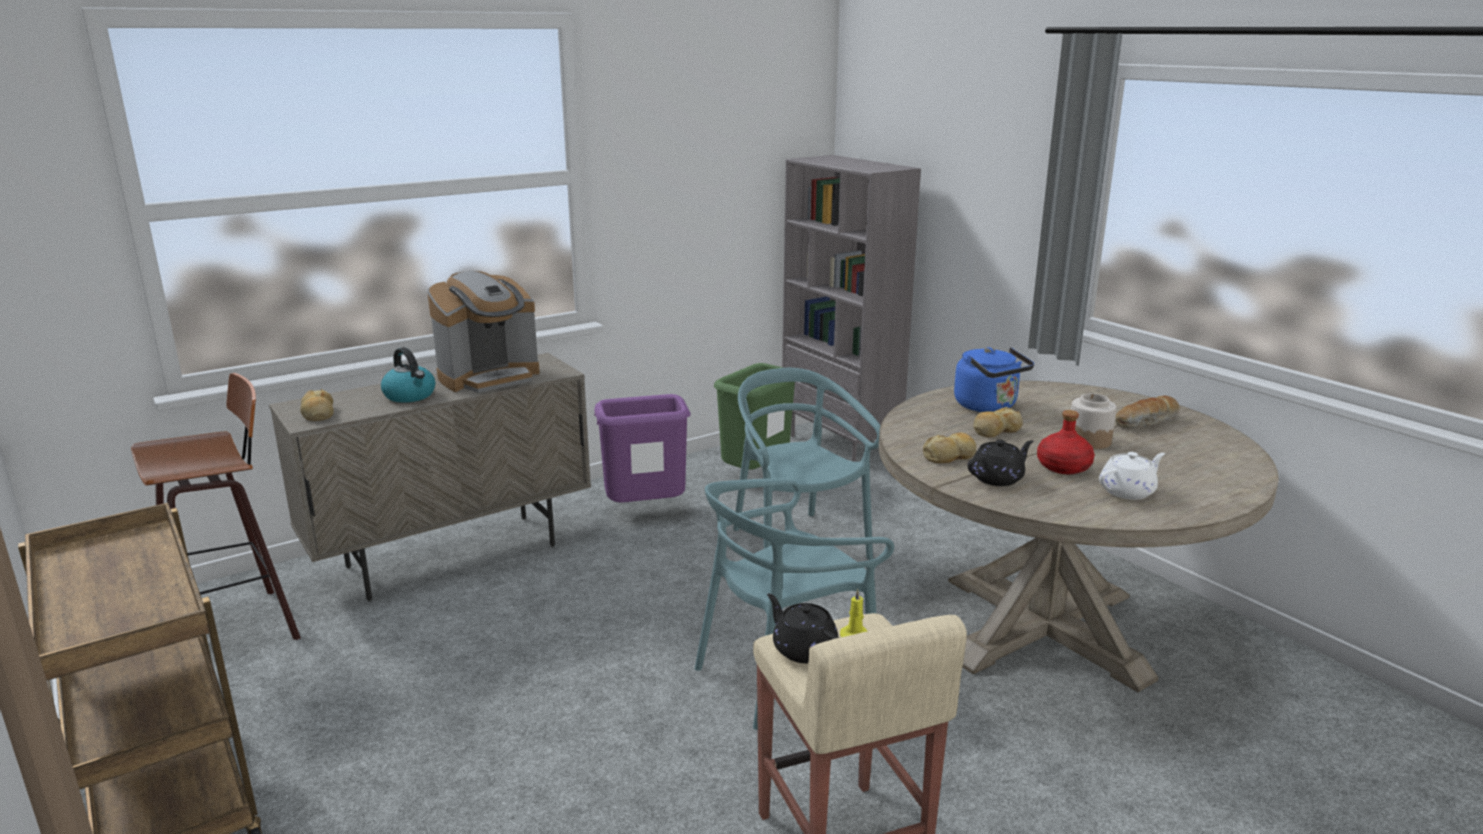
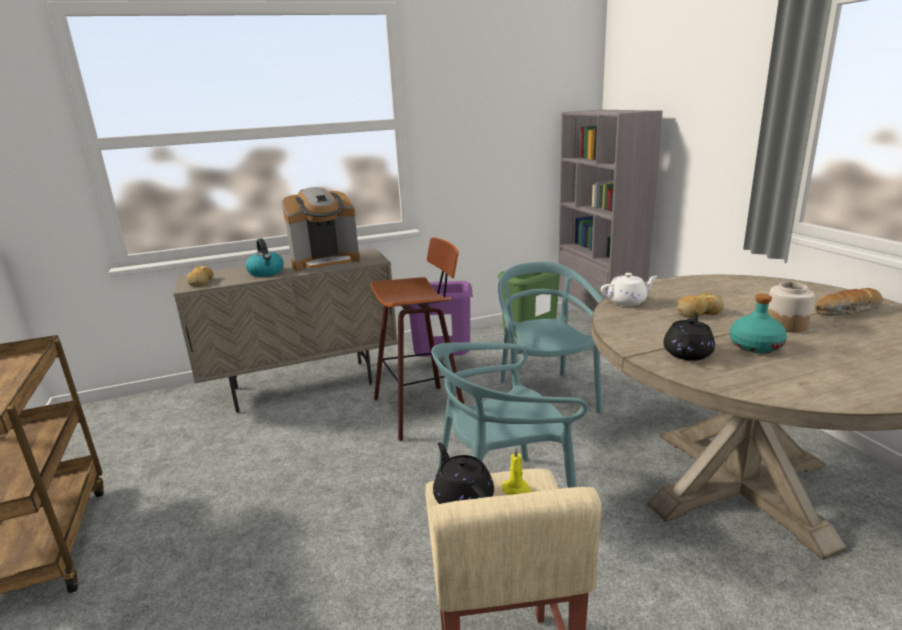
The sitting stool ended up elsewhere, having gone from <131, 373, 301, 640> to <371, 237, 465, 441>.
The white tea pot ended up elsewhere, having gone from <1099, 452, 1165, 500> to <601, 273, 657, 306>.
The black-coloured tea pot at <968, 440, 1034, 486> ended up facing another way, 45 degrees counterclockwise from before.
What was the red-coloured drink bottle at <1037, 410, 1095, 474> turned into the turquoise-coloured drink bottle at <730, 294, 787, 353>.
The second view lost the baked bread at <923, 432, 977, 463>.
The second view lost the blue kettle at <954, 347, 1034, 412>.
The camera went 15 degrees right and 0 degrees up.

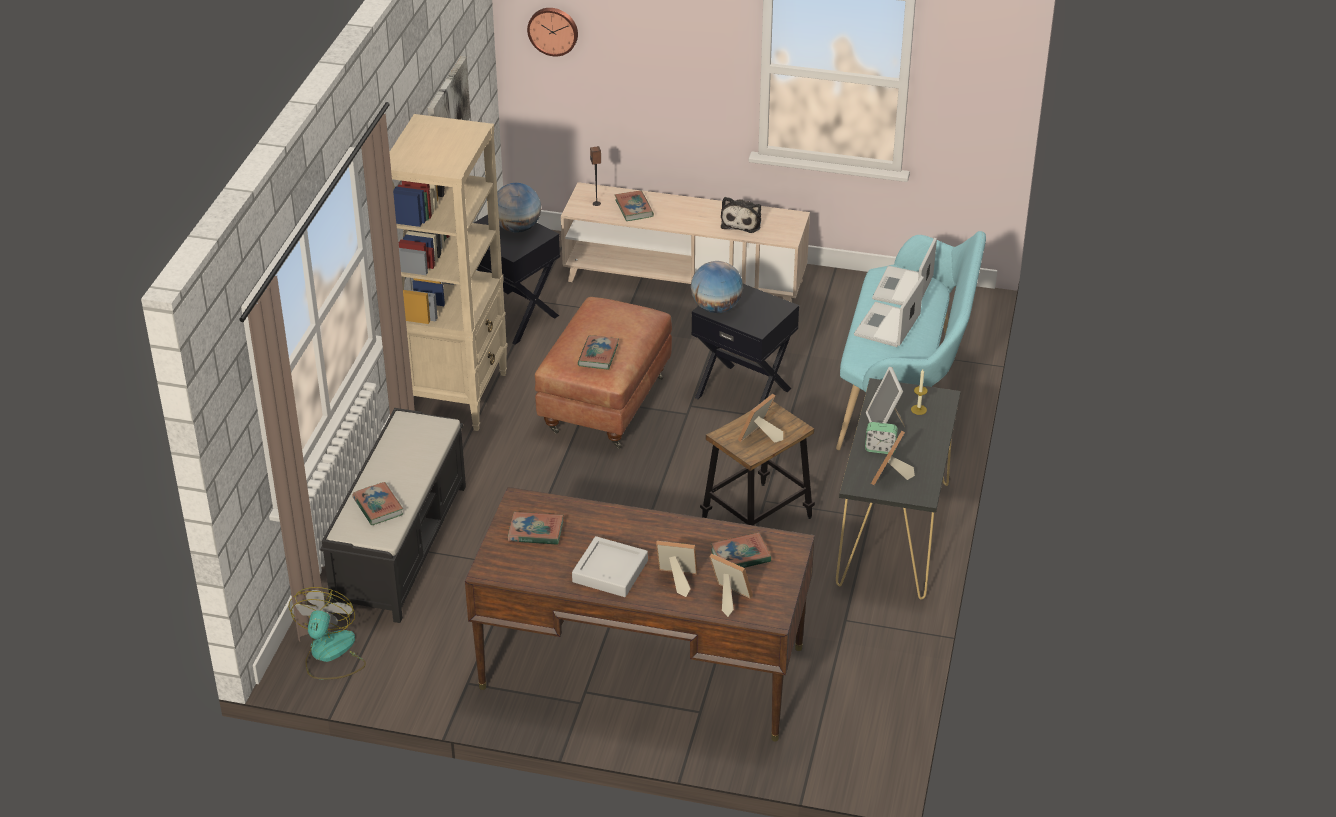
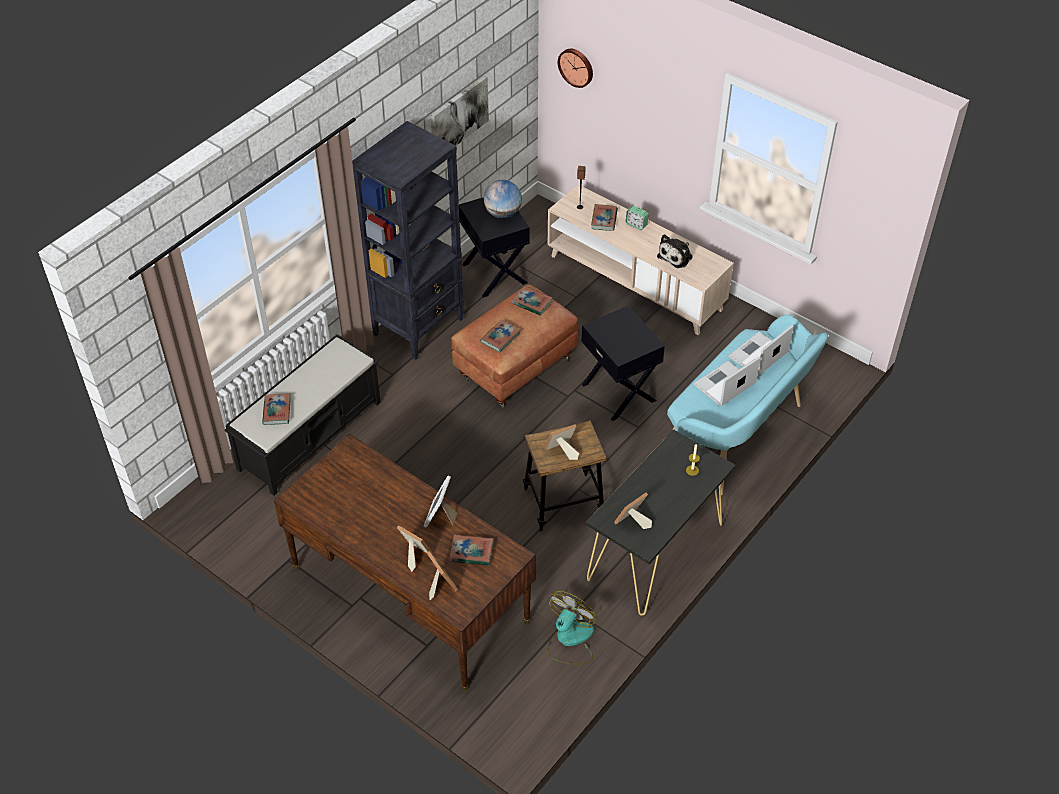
What was the beige-coloured shelving unit at <389, 114, 508, 431> turned into the black-coloured shelving unit at <352, 121, 464, 360>.
The standing frame ended up elsewhere, having gone from <866, 367, 905, 427> to <424, 476, 457, 527>.
The bound book ended up elsewhere, having gone from <508, 512, 563, 545> to <512, 286, 553, 316>.
The electric fan ended up elsewhere, having gone from <288, 587, 366, 679> to <548, 591, 596, 665>.
The bedside clock ended up elsewhere, having gone from <865, 422, 898, 454> to <626, 206, 648, 230>.
The second view lost the greyish tray at <572, 536, 648, 597>.
The second view lost the desk globe at <691, 261, 743, 313>.
The camera went 25 degrees right and 10 degrees up.

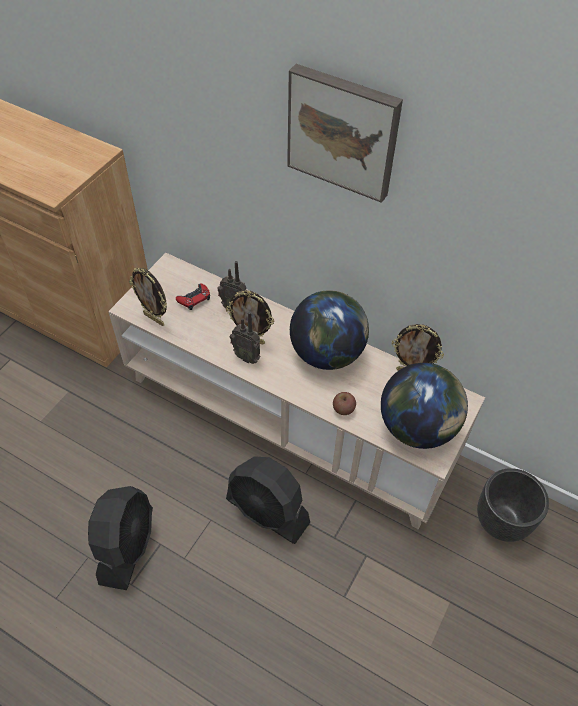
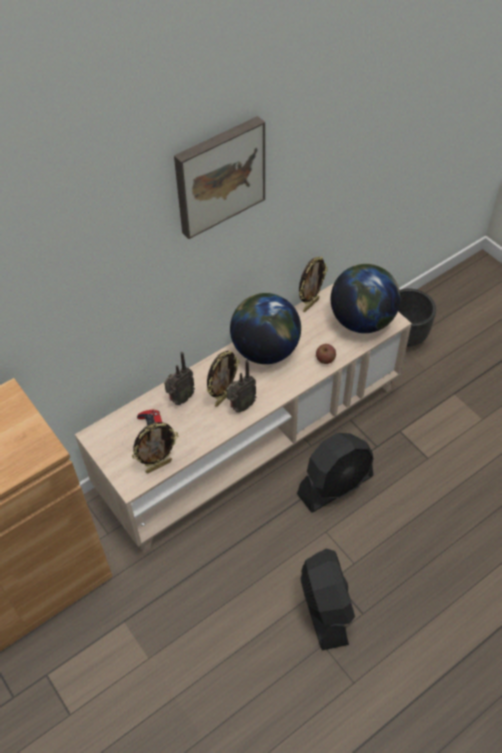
The black-coloured electric fan at <88, 486, 153, 590> ended up facing another way, 45 degrees clockwise from before.
The camera went 65 degrees left and 0 degrees up.

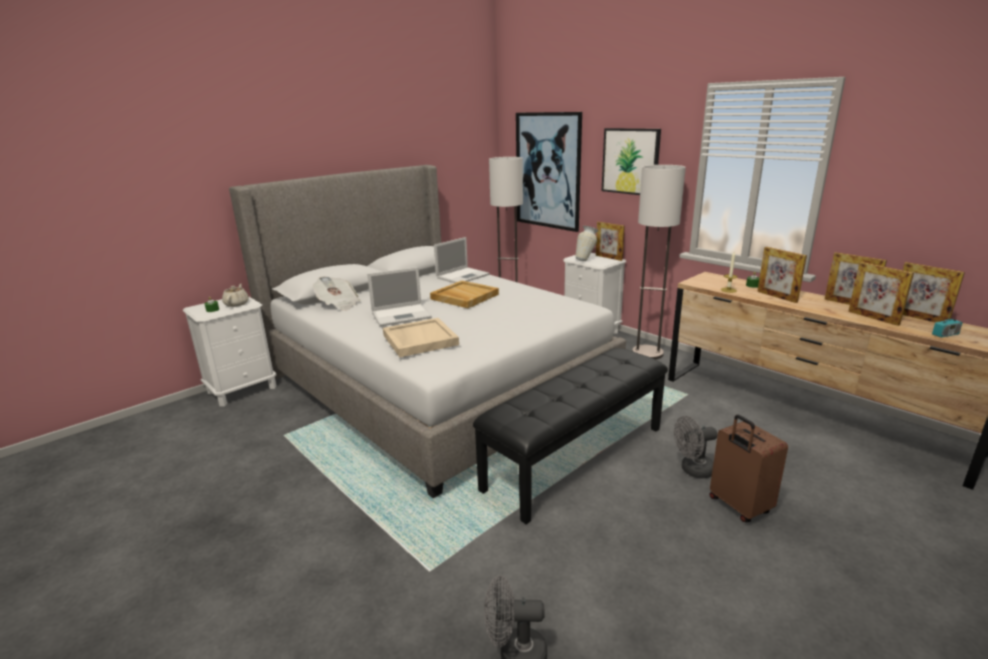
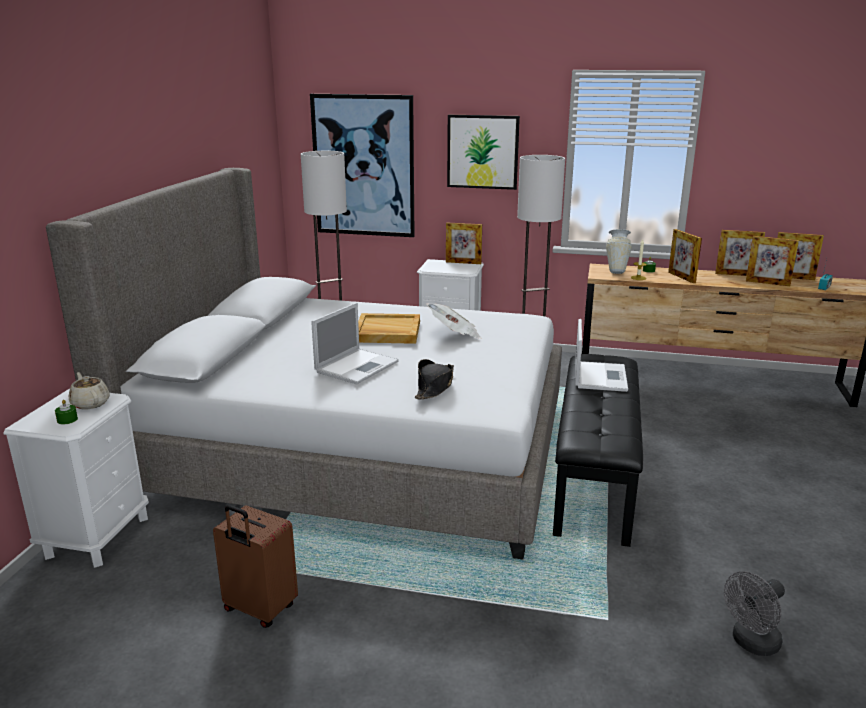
The brown travel case ended up elsewhere, having gone from <709, 415, 788, 523> to <213, 505, 298, 628>.
Where the beige-coloured tray stood at <383, 318, 459, 357>, the black-coloured hat came to stand at <415, 359, 454, 399>.
The newspaper ended up elsewhere, having gone from <312, 276, 360, 311> to <427, 303, 482, 339>.
The laptop ended up elsewhere, having gone from <434, 237, 490, 283> to <575, 319, 628, 392>.
The decorative vase ended up elsewhere, having gone from <575, 226, 599, 261> to <606, 229, 632, 274>.
The standing frame at <757, 247, 807, 303> ended up facing another way, 45 degrees clockwise from before.
The second view lost the greyish electric fan at <674, 416, 717, 479>.
The camera went 35 degrees left and 0 degrees up.

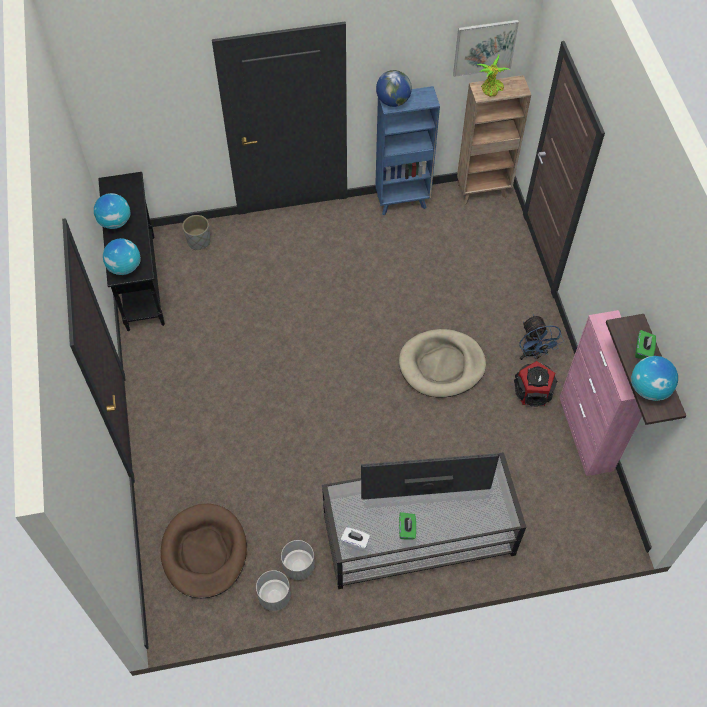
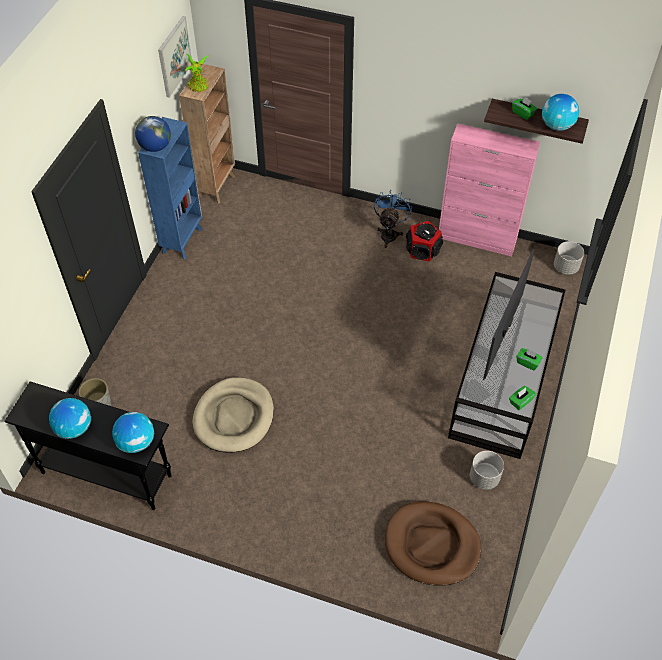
The beige-coloured dog cushion ended up elsewhere, having gone from <399, 329, 486, 398> to <193, 377, 274, 453>.
The blue electric fan at <519, 314, 564, 360> ended up facing another way, 90 degrees counterclockwise from before.
What was the white box of tissues at <341, 527, 370, 551> turned into the green box of tissues at <509, 386, 536, 410>.
The greyish planter ended up elsewhere, having gone from <256, 570, 291, 611> to <554, 241, 584, 275>.
The camera went 60 degrees left and 5 degrees down.

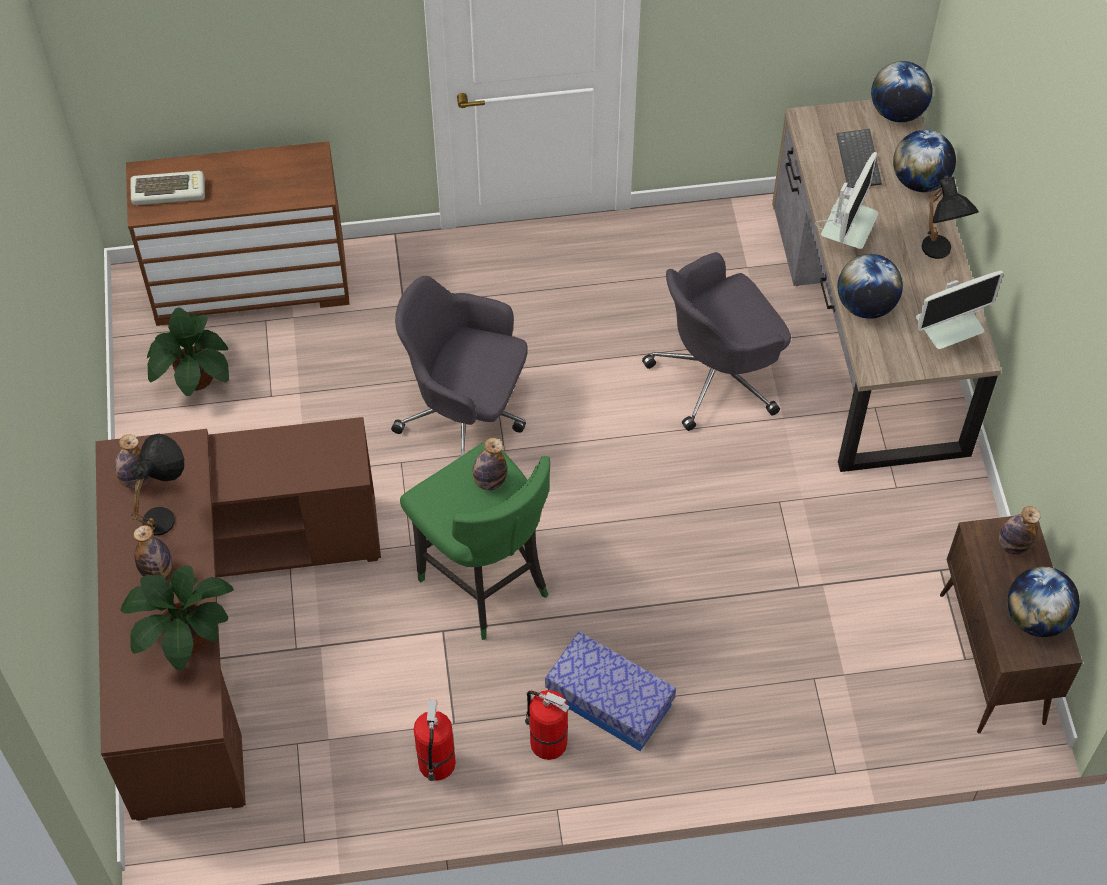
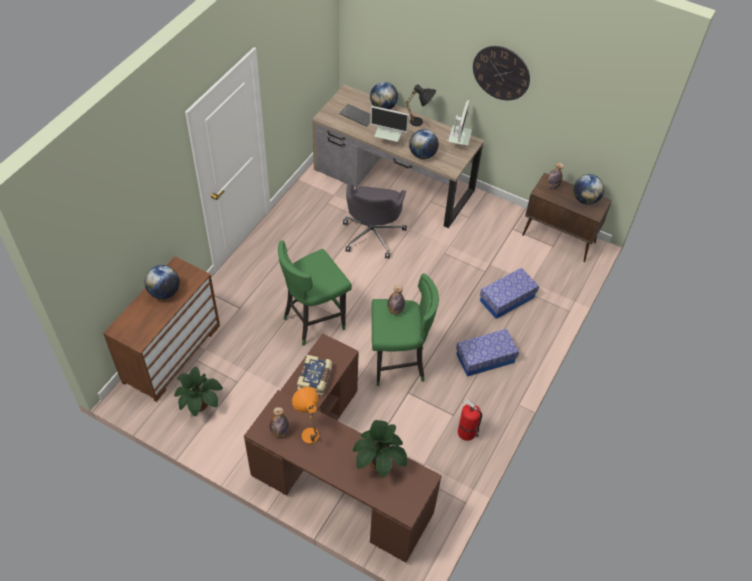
The desk globe ended up elsewhere, having gone from <871, 61, 932, 122> to <145, 265, 180, 299>.
Where the greyish desk chair stood at <391, 276, 528, 456>, the green sitting stool came to stand at <278, 240, 352, 346>.
What was the black-coloured table lamp at <131, 434, 184, 536> turned into the orange table lamp at <292, 387, 319, 444>.
The second view gained the bound book at <297, 355, 332, 396>.
The monitor at <815, 152, 879, 249> ended up facing another way, 135 degrees clockwise from before.
The second view gained the wall clock at <473, 46, 530, 100>.
The second view gained the storage container at <480, 268, 539, 319>.
The second view lost the computer keyboard at <130, 171, 205, 205>.
The second view lost the drink bottle at <133, 525, 172, 577>.
The second view lost the fire extinguisher at <525, 690, 569, 760>.
The camera went 55 degrees left and 5 degrees down.

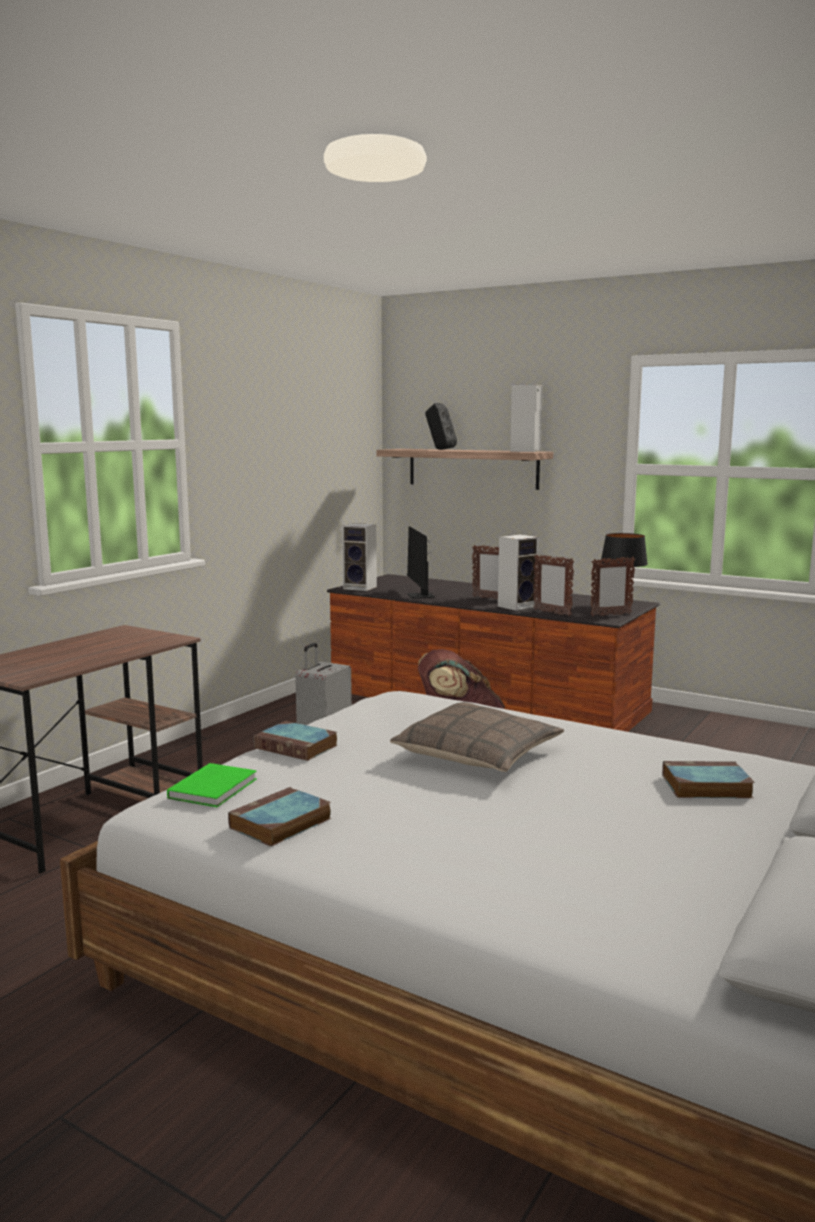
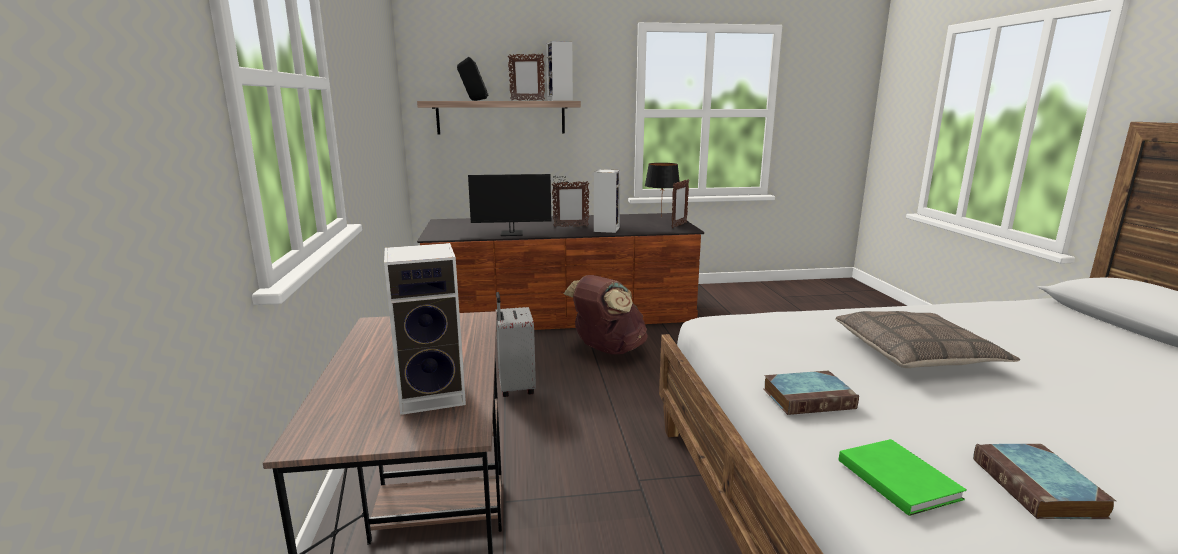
The audio speaker ended up elsewhere, having gone from <342, 523, 377, 591> to <384, 243, 466, 415>.
The monitor at <407, 526, 435, 599> ended up facing another way, 45 degrees counterclockwise from before.
The standing frame ended up elsewhere, having gone from <533, 554, 574, 616> to <508, 53, 545, 101>.
The second view lost the bound book at <662, 761, 755, 798>.
The camera went 40 degrees left and 5 degrees up.

